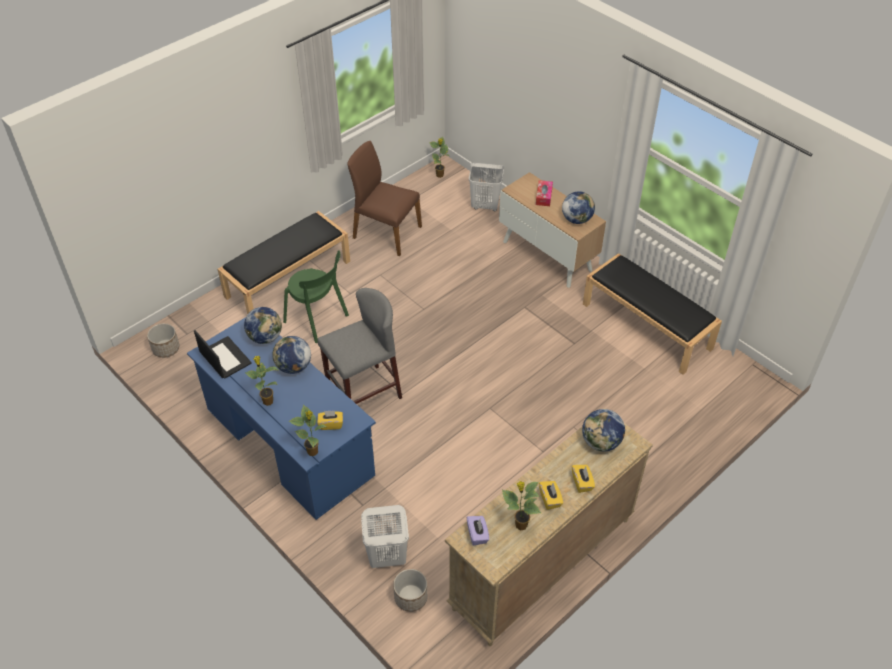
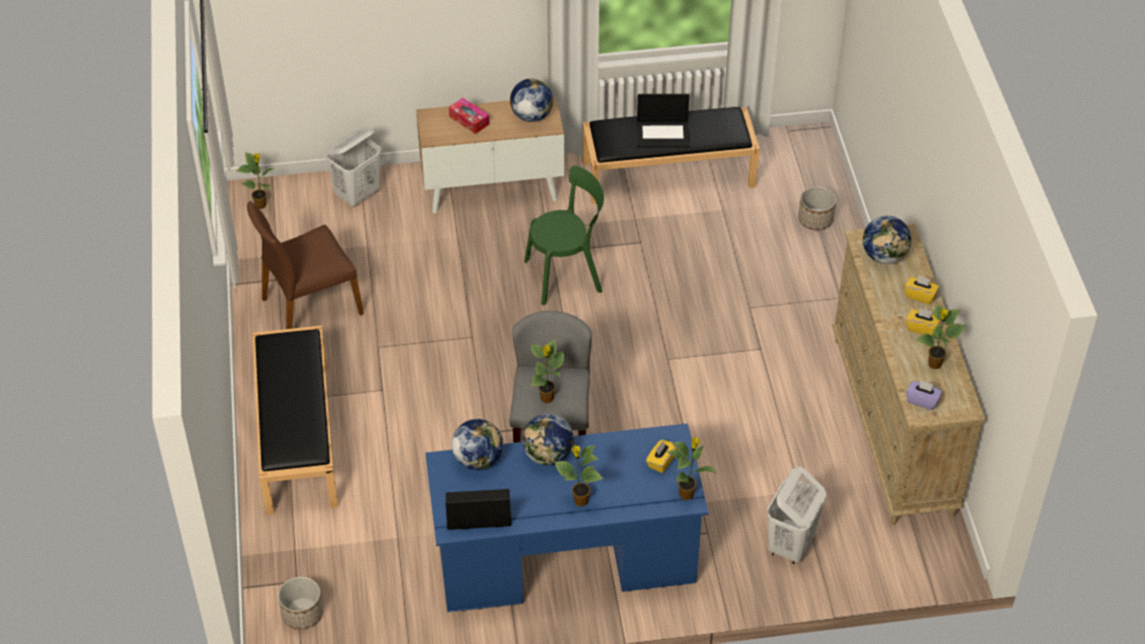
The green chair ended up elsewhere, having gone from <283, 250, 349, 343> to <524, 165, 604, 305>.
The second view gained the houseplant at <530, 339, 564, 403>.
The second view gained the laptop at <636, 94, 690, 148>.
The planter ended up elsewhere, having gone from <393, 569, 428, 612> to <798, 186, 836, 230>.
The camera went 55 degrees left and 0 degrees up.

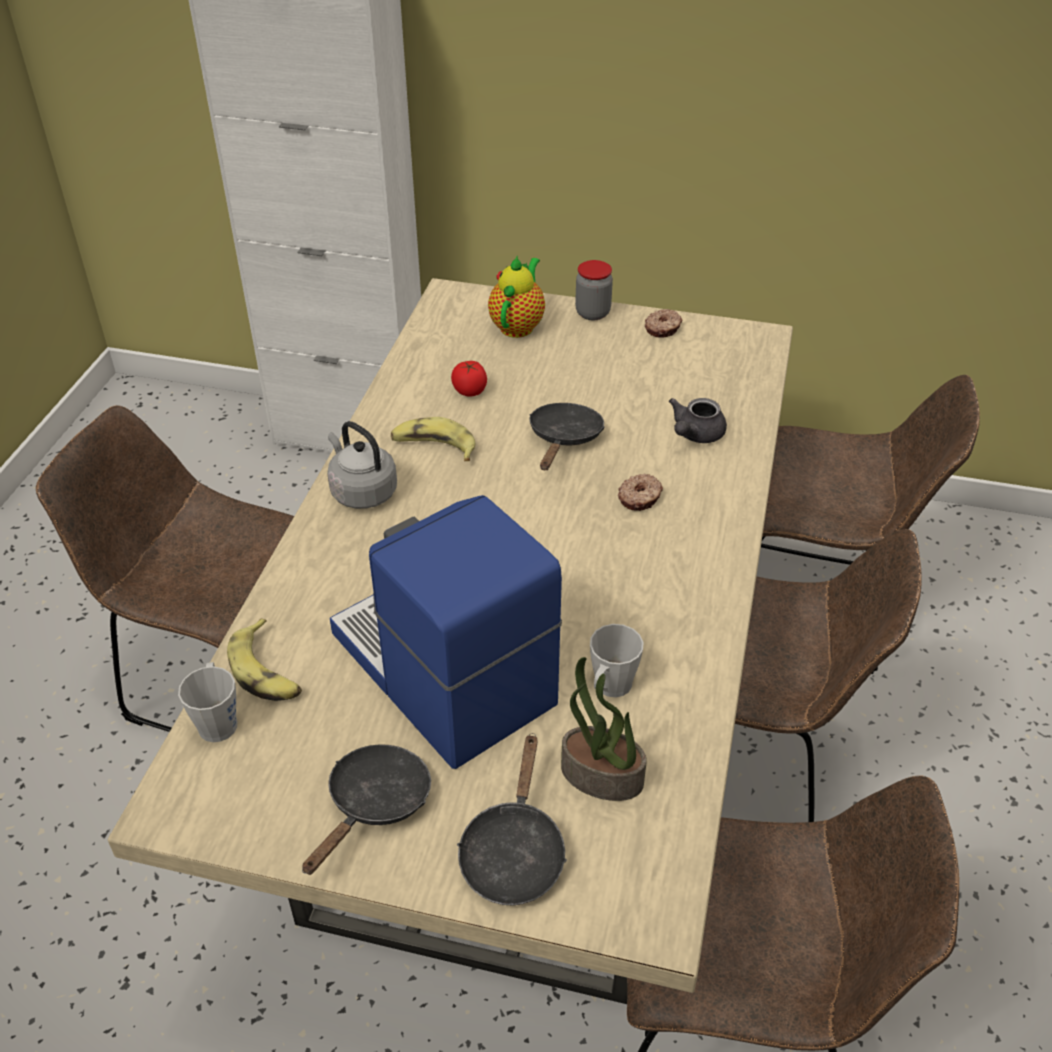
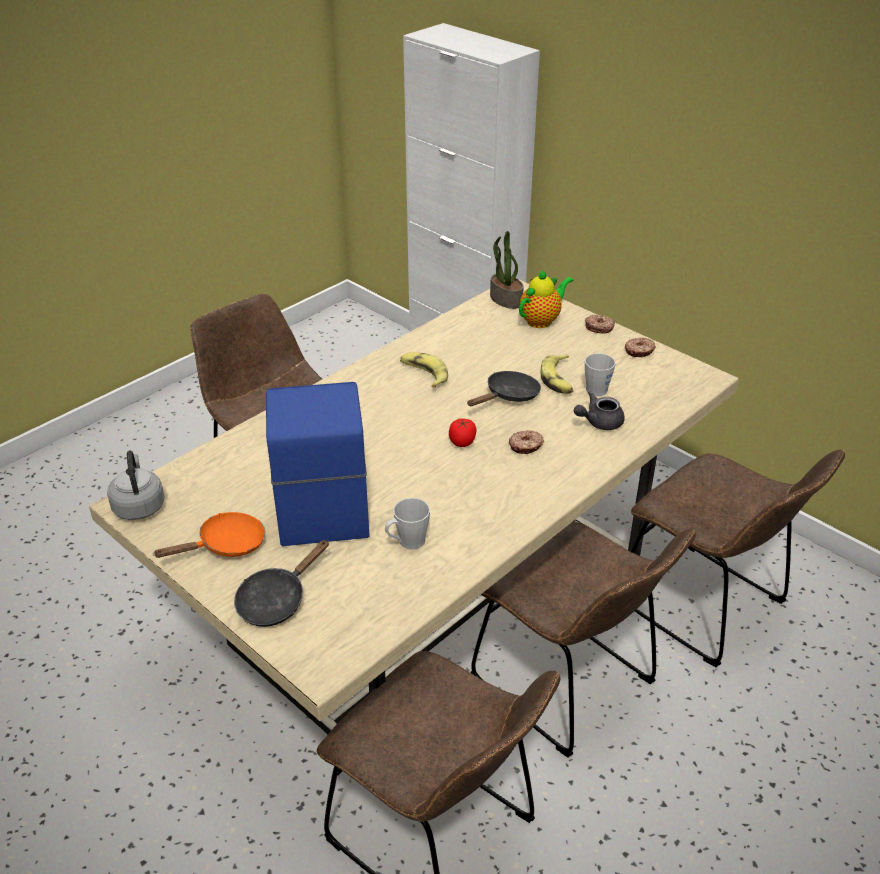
The greyish kettle ended up elsewhere, having gone from <327, 421, 397, 509> to <107, 451, 165, 520>.
What was the black-coloured skillet at <302, 744, 431, 875> turned into the orange skillet at <154, 512, 265, 558>.
The whole tomato ended up elsewhere, having gone from <451, 361, 487, 397> to <449, 418, 476, 447>.
The houseplant ended up elsewhere, having gone from <561, 657, 647, 801> to <490, 231, 524, 309>.
The banana ended up elsewhere, having gone from <227, 619, 302, 701> to <541, 354, 573, 394>.
Where the preserve jar stood at <575, 260, 613, 320>, the donut came to stand at <585, 315, 615, 334>.
The greyish mug ended up elsewhere, having gone from <178, 662, 237, 742> to <585, 353, 616, 396>.
The camera went 30 degrees right and 5 degrees down.

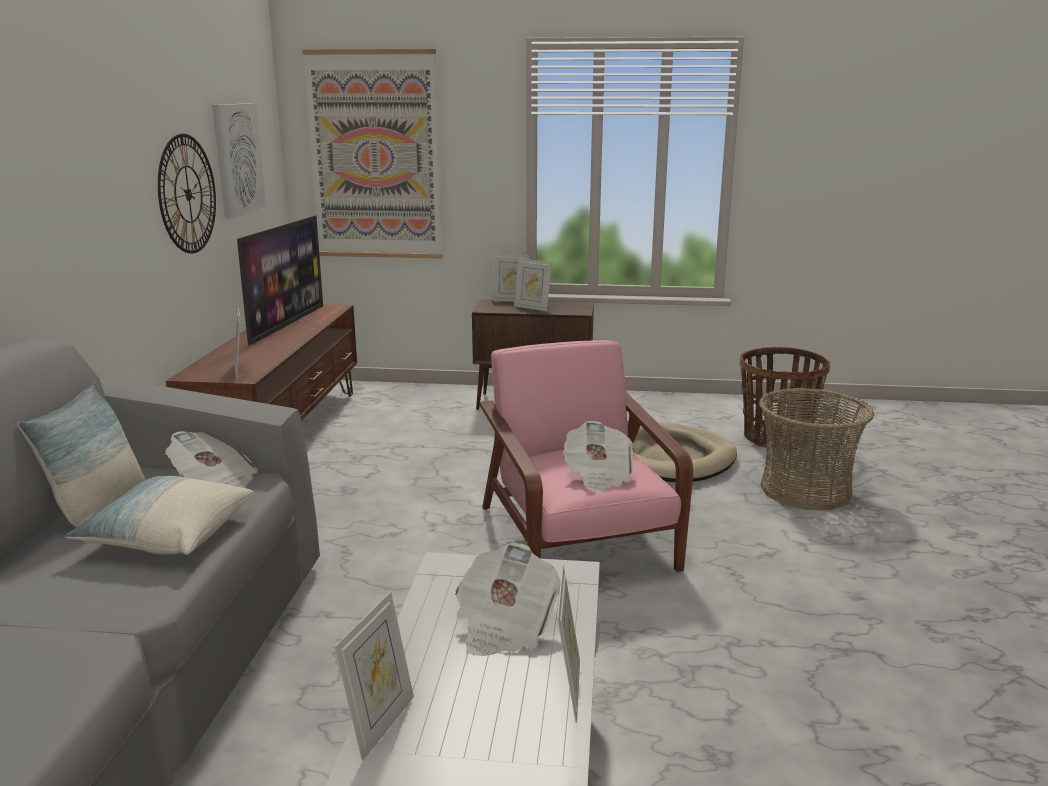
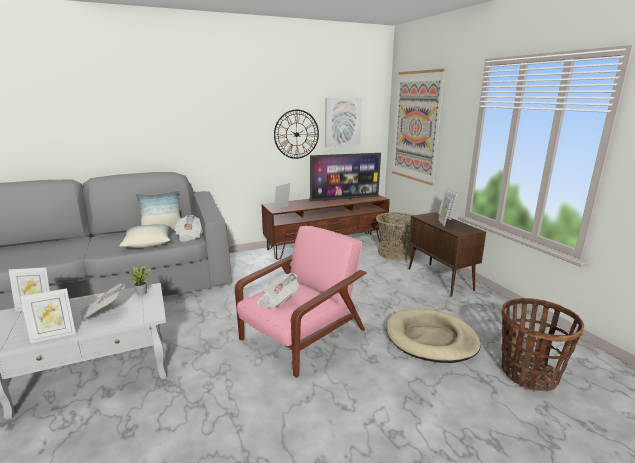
The second view gained the houseplant at <128, 266, 152, 295>.
The basket ended up elsewhere, having gone from <759, 388, 874, 510> to <376, 212, 413, 260>.
The camera went 60 degrees right and 0 degrees up.

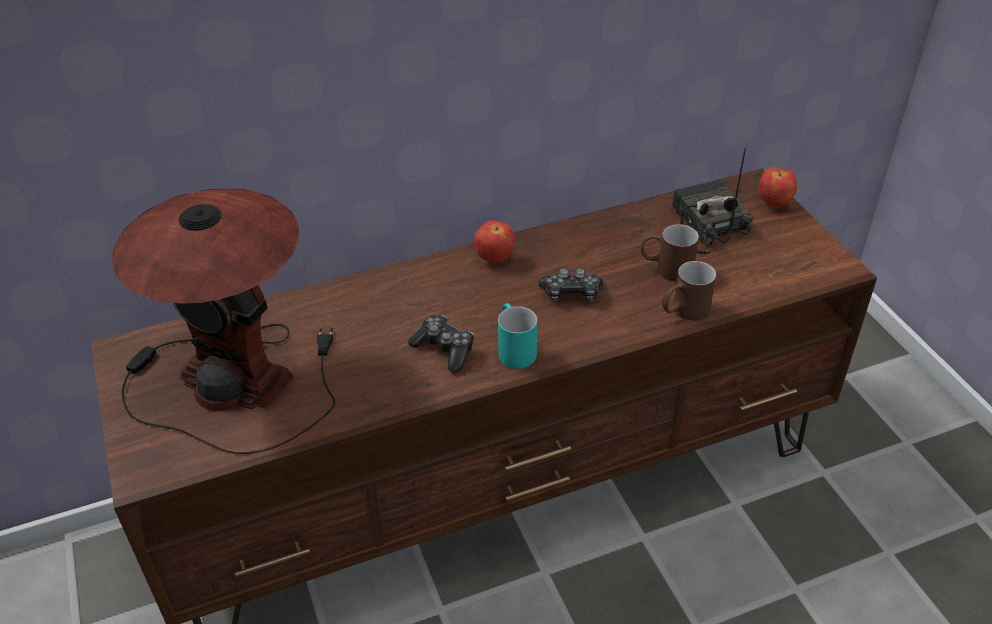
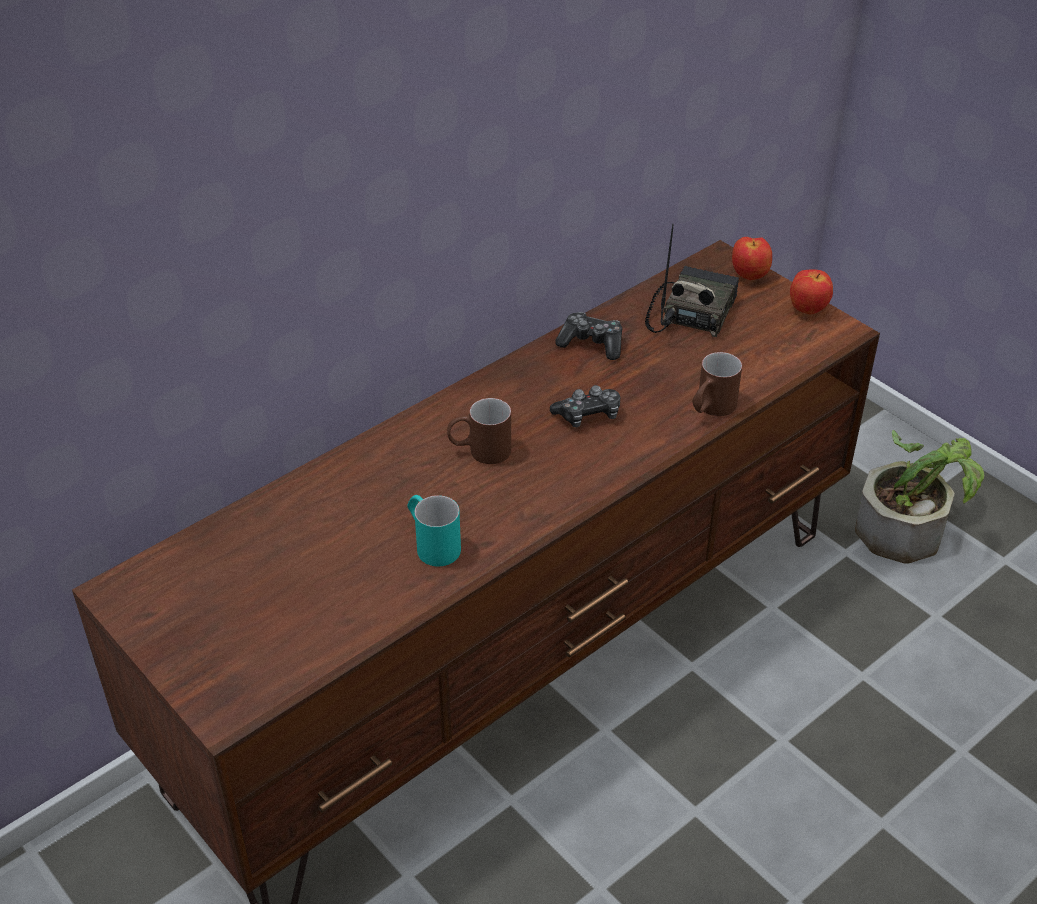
The turquoise-coloured mug ended up elsewhere, having gone from <498, 303, 537, 369> to <407, 495, 461, 566>.
The brown mug ended up elsewhere, having gone from <641, 224, 699, 282> to <447, 398, 511, 464>.
The gamepad ended up elsewhere, having gone from <408, 315, 474, 373> to <555, 312, 622, 360>.
The radio receiver at <672, 147, 753, 254> ended up facing another way, 60 degrees clockwise from before.
The apple fruit ended up elsewhere, having gone from <474, 220, 516, 263> to <790, 269, 833, 314>.
The second view gained the houseplant at <855, 430, 984, 564>.
The second view lost the table lamp at <112, 188, 335, 454>.
The camera went 20 degrees left and 0 degrees up.

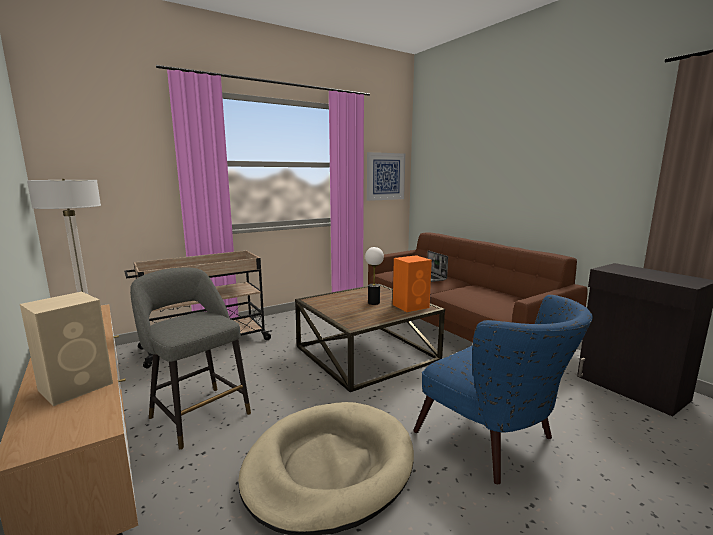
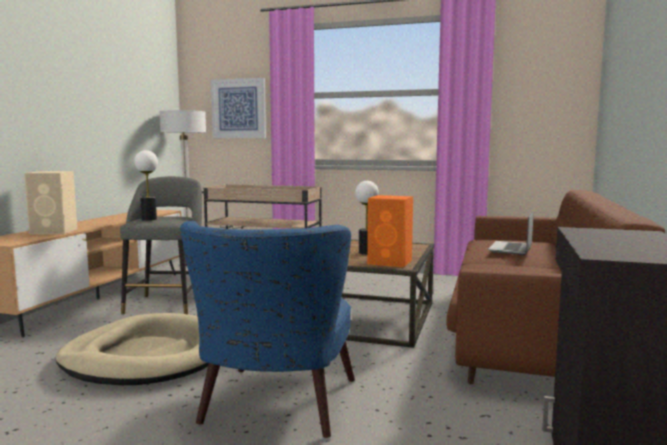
The second view gained the table lamp at <134, 150, 158, 221>.
The wall picture ended up elsewhere, having gone from <367, 152, 405, 201> to <211, 78, 266, 138>.
The camera went 50 degrees right and 5 degrees down.

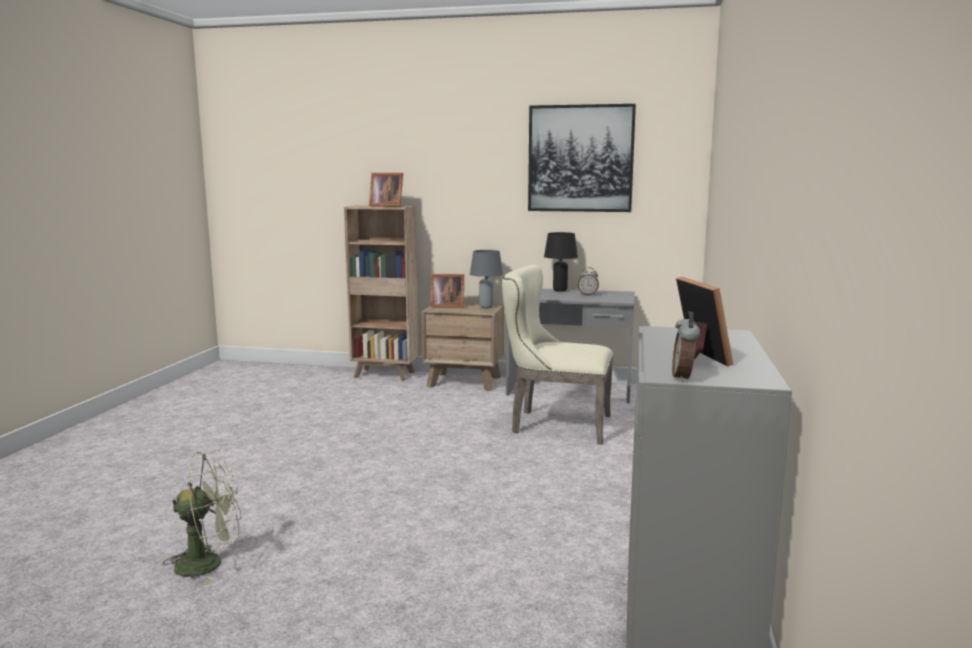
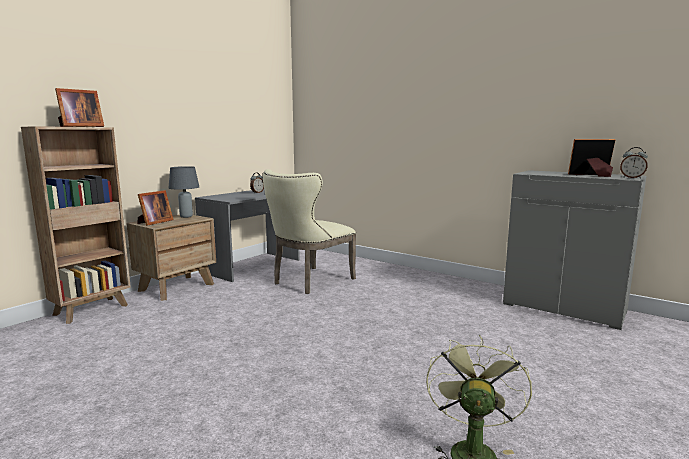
The second view lost the wall picture at <528, 104, 636, 212>.
The second view lost the black-coloured table lamp at <544, 232, 578, 292>.
The camera went 65 degrees left and 0 degrees up.

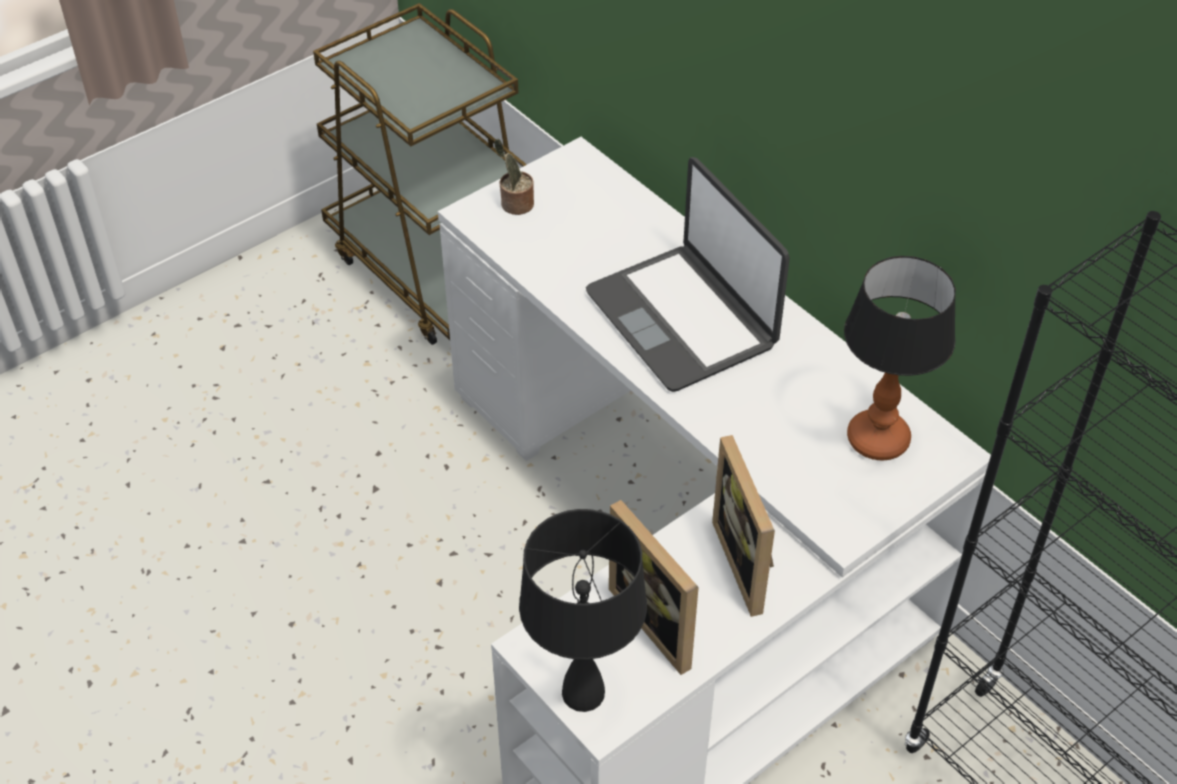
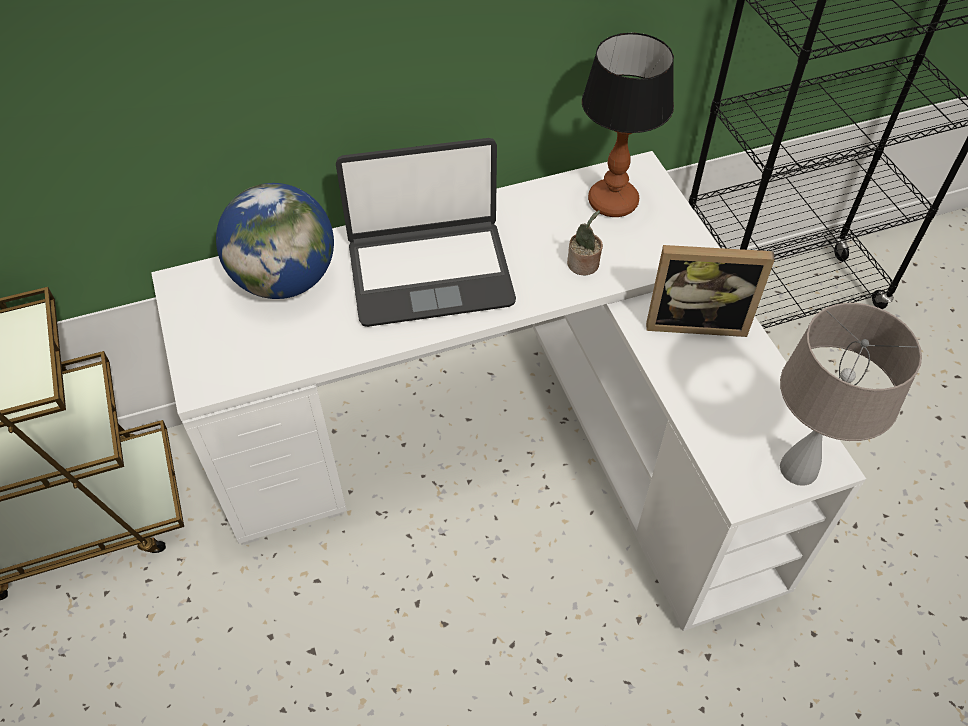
The second view gained the desk globe at <216, 183, 334, 299>.
The houseplant ended up elsewhere, having gone from <494, 139, 534, 215> to <567, 210, 603, 276>.
What was the black-coloured table lamp at <519, 509, 647, 712> turned into the beige-coloured table lamp at <780, 303, 922, 486>.
The second view lost the standing frame at <609, 500, 699, 675>.
The camera went 70 degrees left and 5 degrees up.

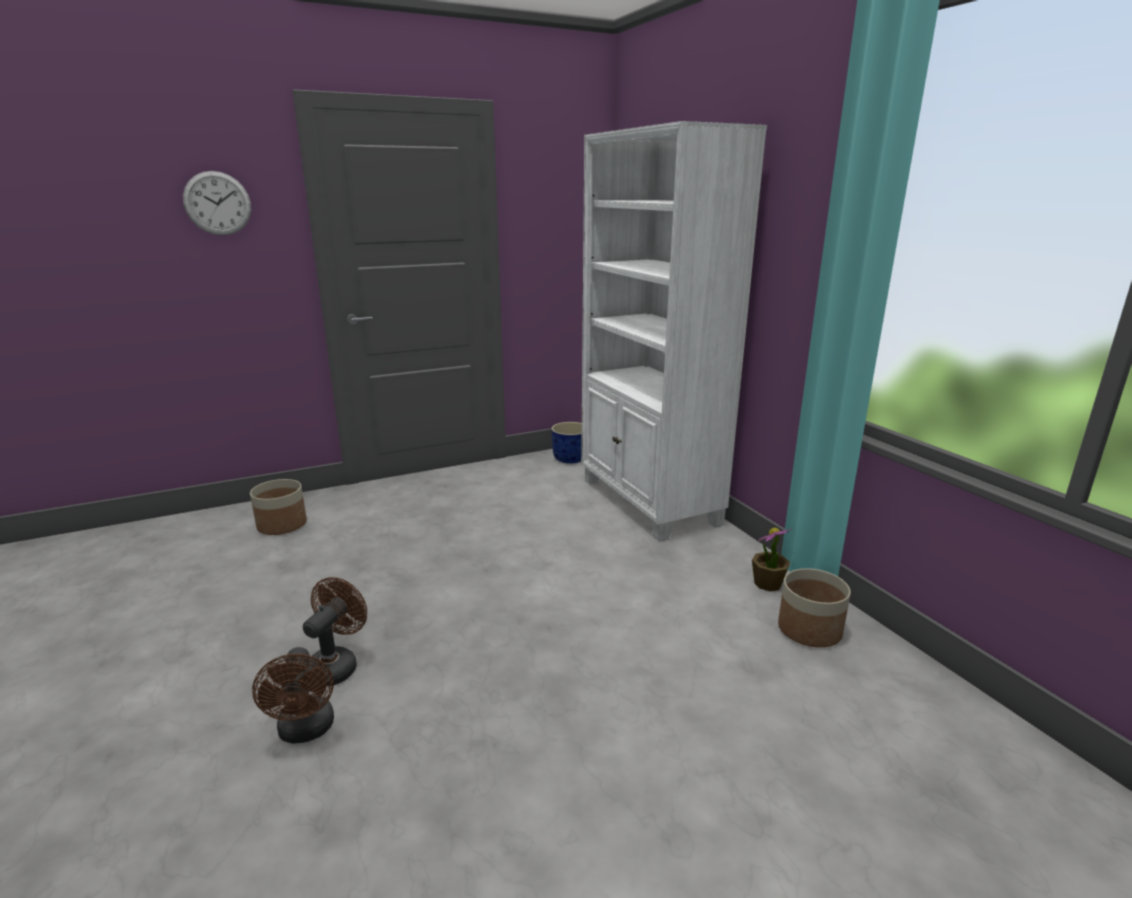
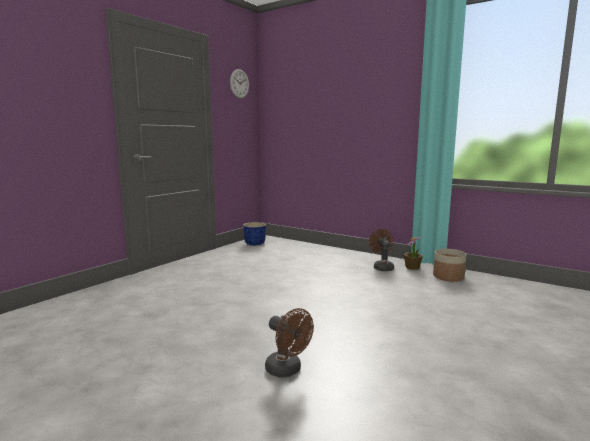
The wall clock ended up elsewhere, having gone from <183, 171, 251, 236> to <230, 69, 249, 98>.
The brown electric fan ended up elsewhere, having gone from <303, 577, 367, 686> to <369, 229, 394, 271>.
The second view lost the planter at <250, 479, 307, 535>.
The second view lost the white shelving unit at <581, 121, 767, 542>.
The camera went 30 degrees left and 10 degrees down.

